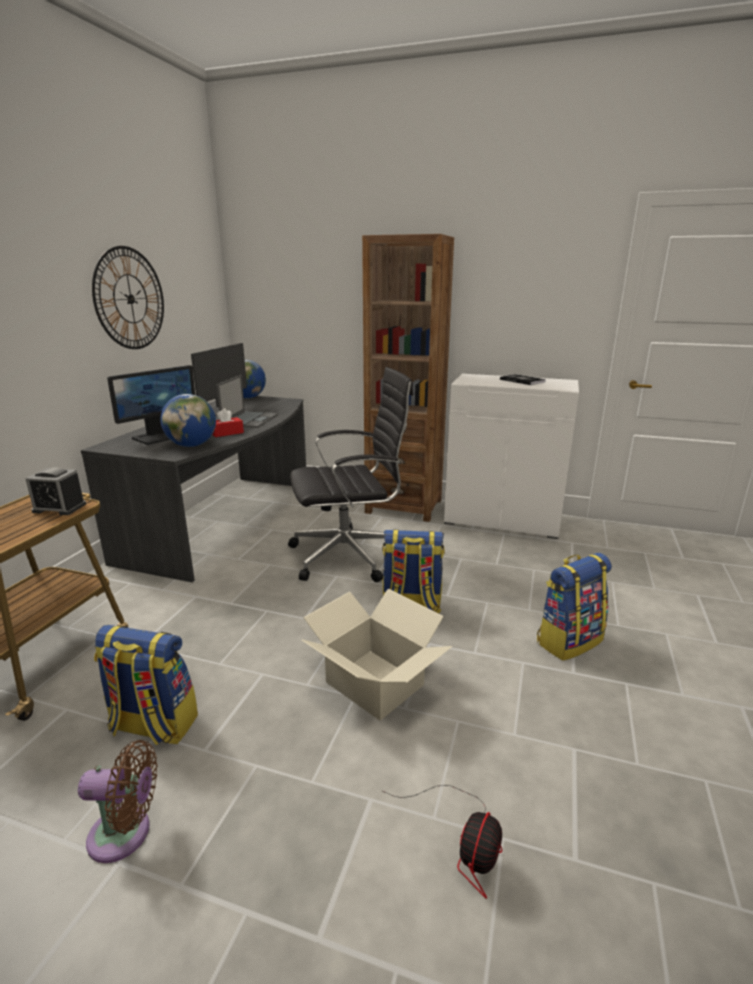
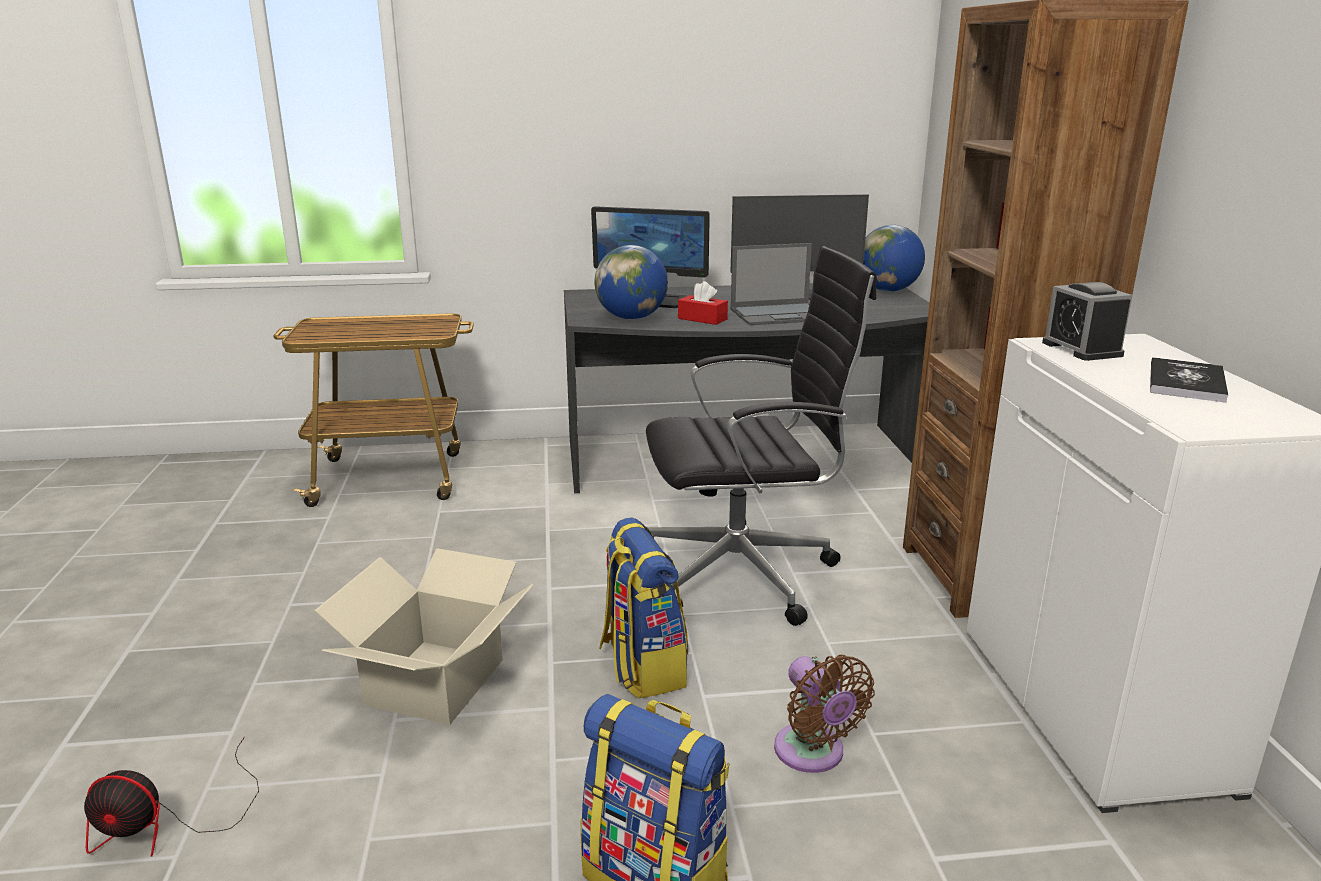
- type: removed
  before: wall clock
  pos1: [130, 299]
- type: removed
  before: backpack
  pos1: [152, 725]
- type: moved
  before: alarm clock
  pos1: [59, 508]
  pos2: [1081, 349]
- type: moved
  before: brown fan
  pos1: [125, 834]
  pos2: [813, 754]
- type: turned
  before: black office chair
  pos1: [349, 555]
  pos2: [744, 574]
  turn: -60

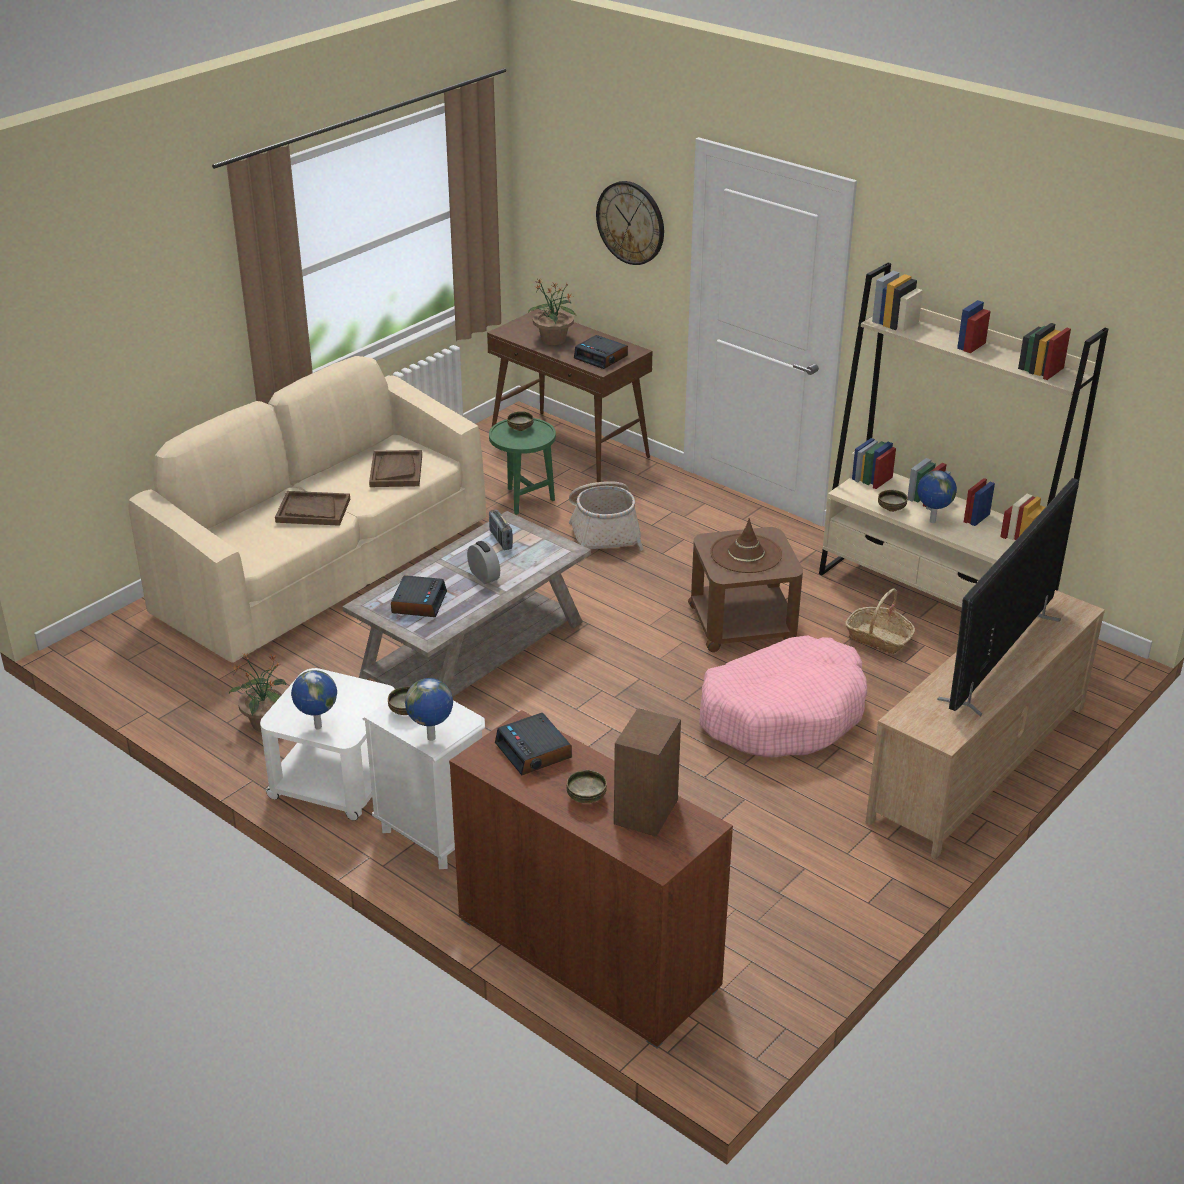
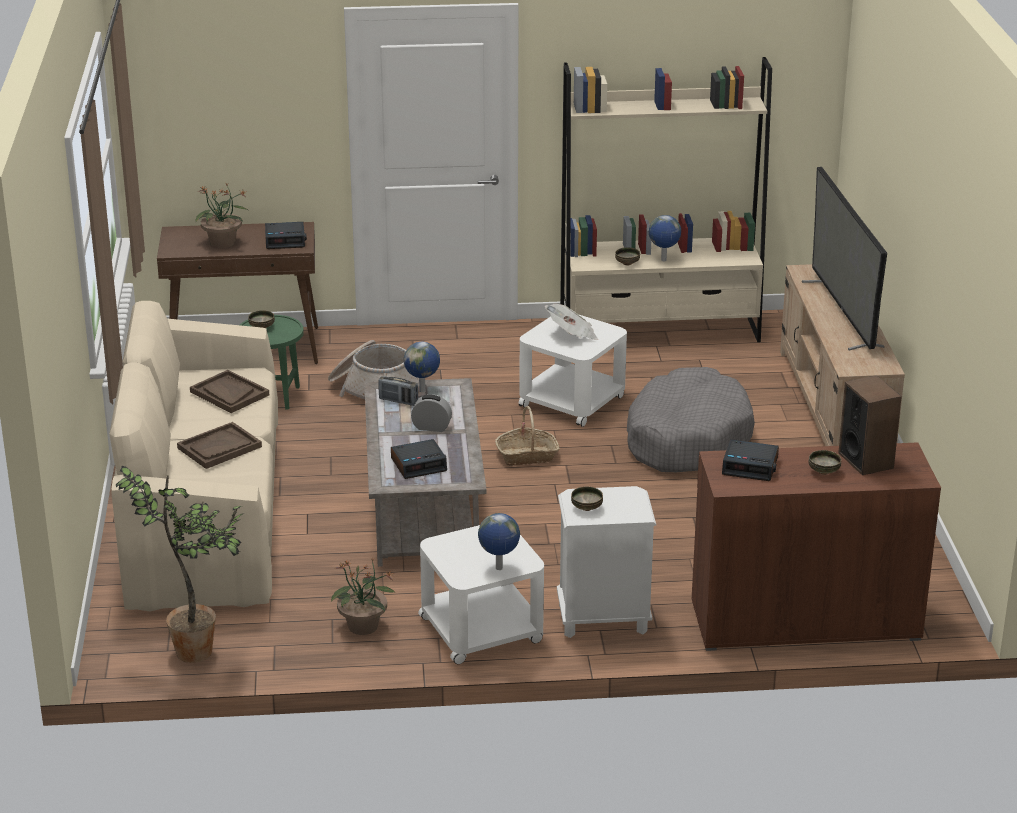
- type: removed
  before: wall clock
  pos1: [631, 222]
- type: added
  after: potted plant
  pos2: [200, 652]
- type: moved
  before: globe
  pos1: [432, 739]
  pos2: [423, 390]
- type: moved
  before: basket
  pos1: [878, 638]
  pos2: [527, 456]
- type: replaced
  before: brown hat
  after: newspaper
  pos1: [746, 554]
  pos2: [572, 335]
- type: recoloured
  before: brown side table
  after: white side table
  pos1: [743, 624]
  pos2: [572, 401]
- type: recoloured
  before: pink dog bed
  after: grey dog bed
  pos1: [783, 714]
  pos2: [687, 439]
- type: turned
  before: alarm clock
  pos1: [418, 602]
  pos2: [419, 464]
  turn: 105

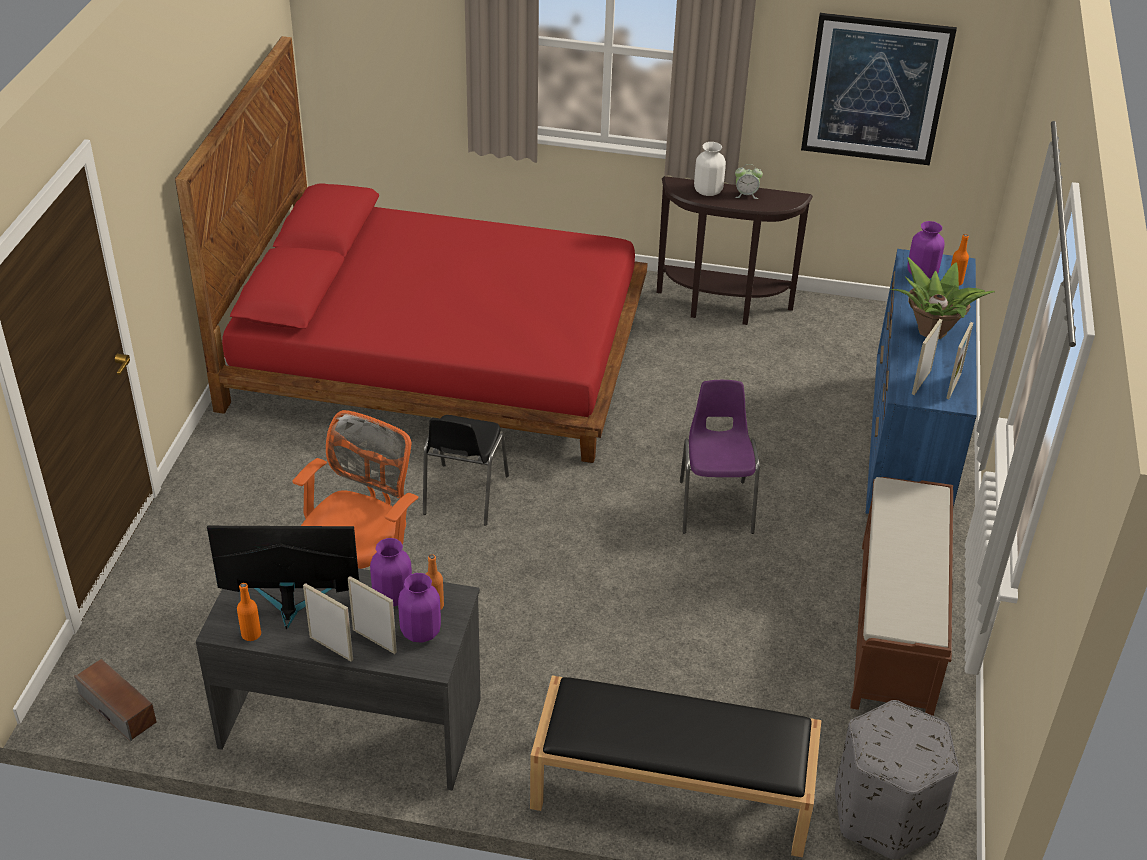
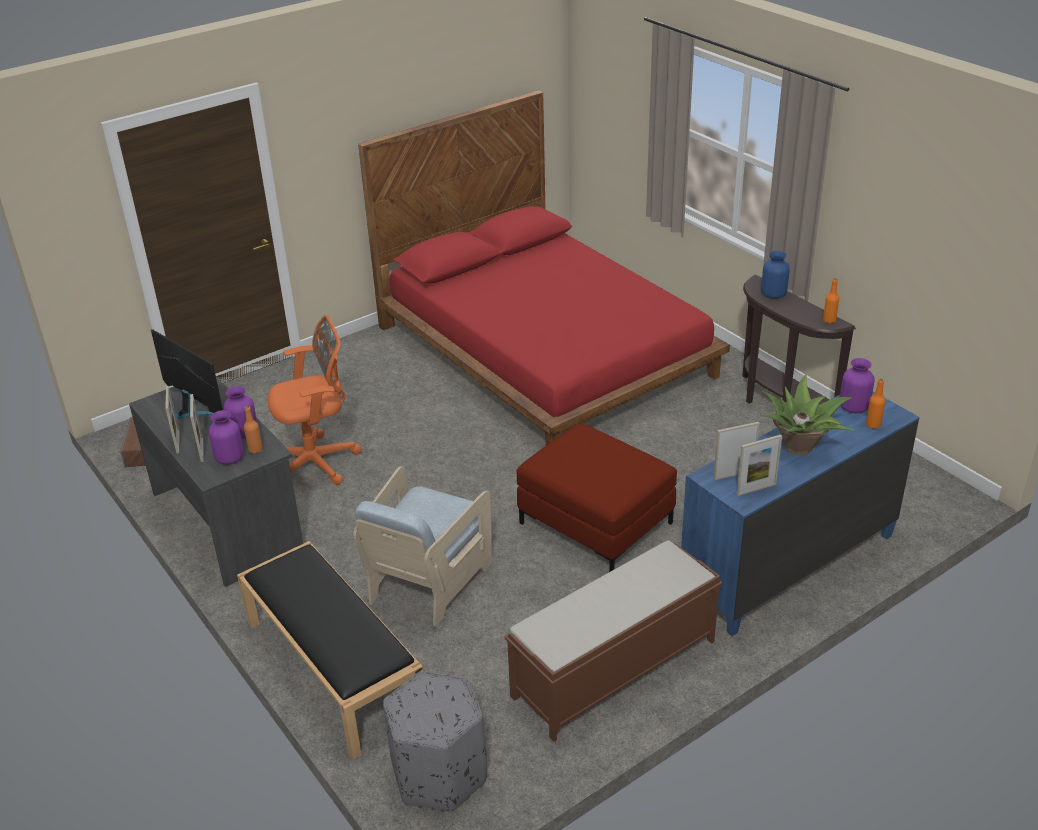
- type: removed
  before: black chair
  pos1: [464, 496]
- type: removed
  before: alarm clock
  pos1: [746, 194]
- type: removed
  before: picture
  pos1: [876, 89]
- type: added
  after: beige armchair
  pos2: [428, 581]
- type: moved
  before: orange bottle
  pos1: [251, 634]
  pos2: [829, 320]
- type: replaced
  before: purple chair
  after: red ottoman
  pos1: [715, 505]
  pos2: [597, 523]
- type: recoloured
  before: white vase
  after: blue vase
  pos1: [708, 191]
  pos2: [773, 294]

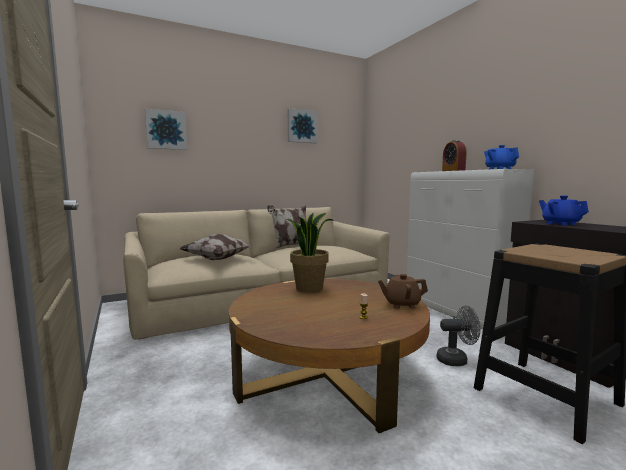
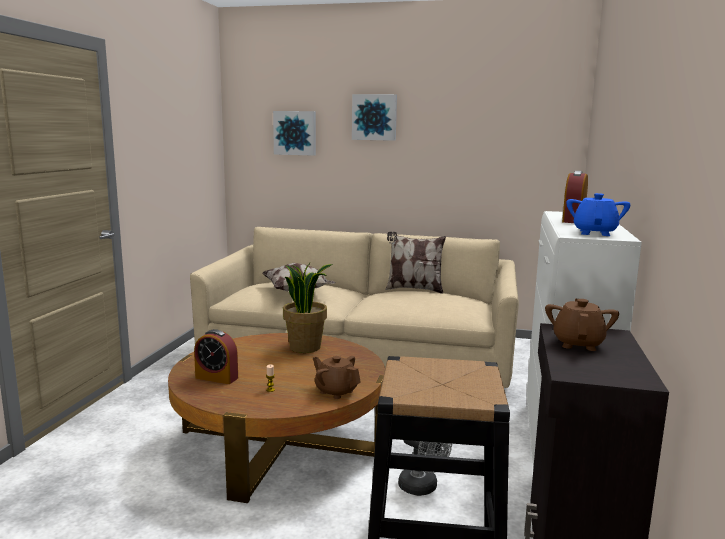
- type: added
  after: alarm clock
  pos2: [216, 378]
- type: moved
  before: picture
  pos1: [301, 126]
  pos2: [374, 117]
- type: recoloured
  before: blue teapot
  after: brown teapot
  pos1: [560, 224]
  pos2: [578, 344]

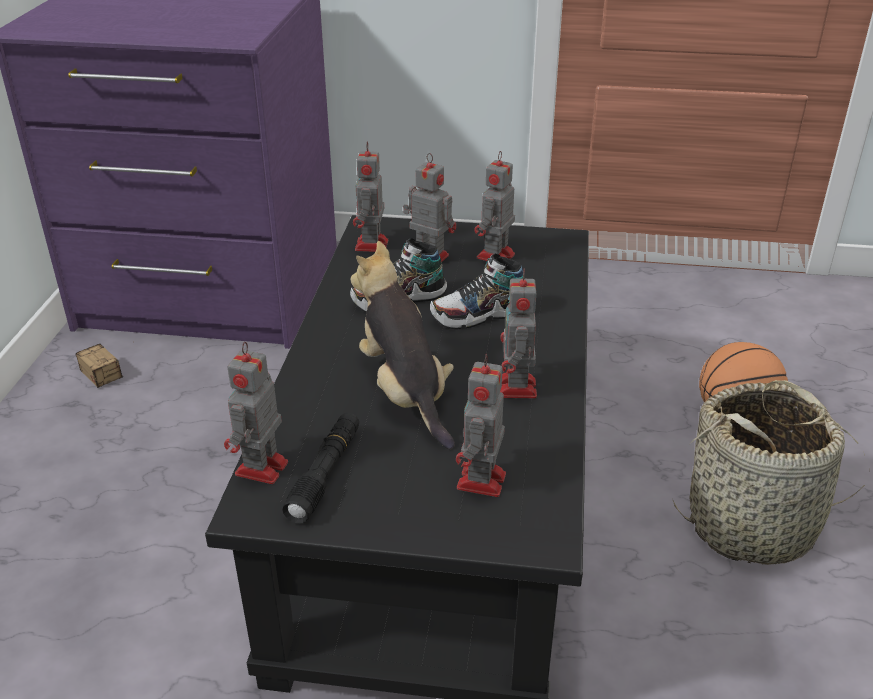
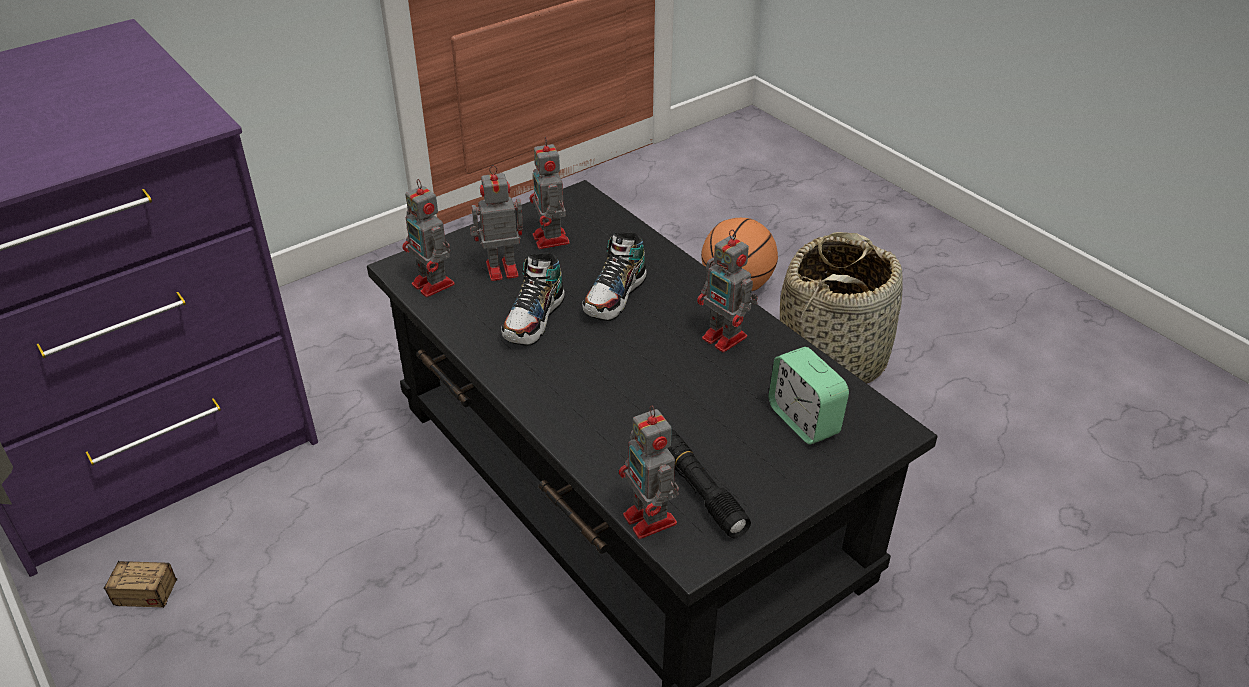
- type: removed
  before: plush toy
  pos1: [405, 393]
- type: replaced
  before: toy robot
  after: alarm clock
  pos1: [480, 483]
  pos2: [803, 420]

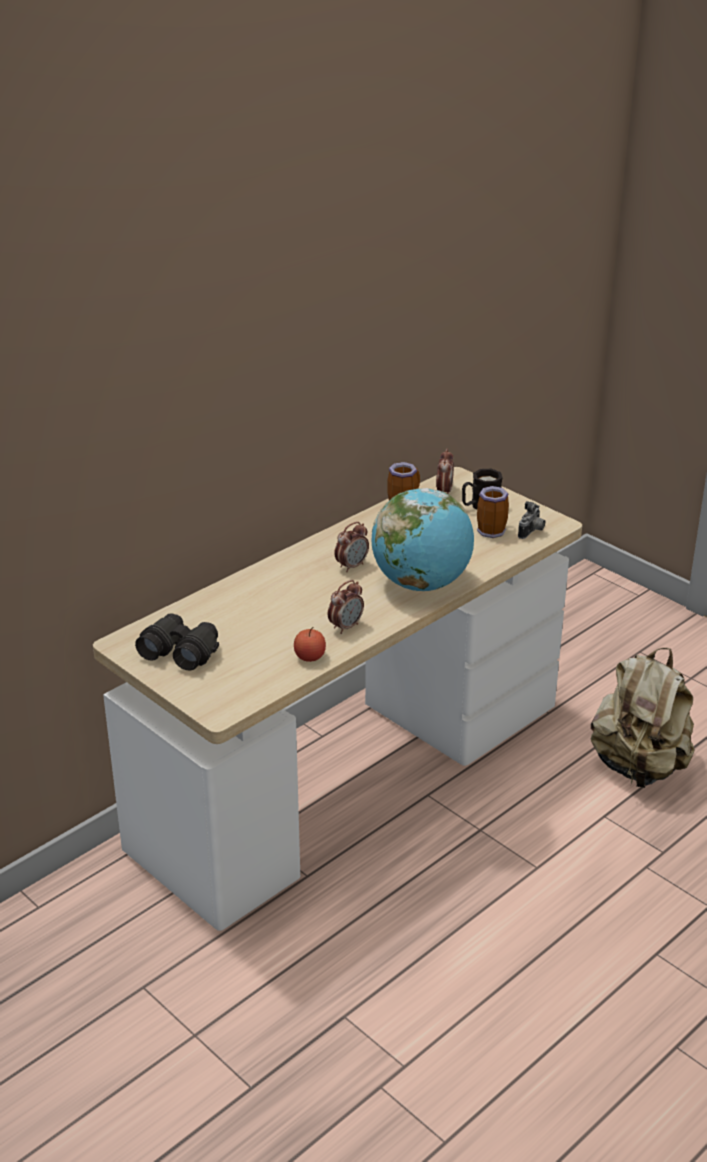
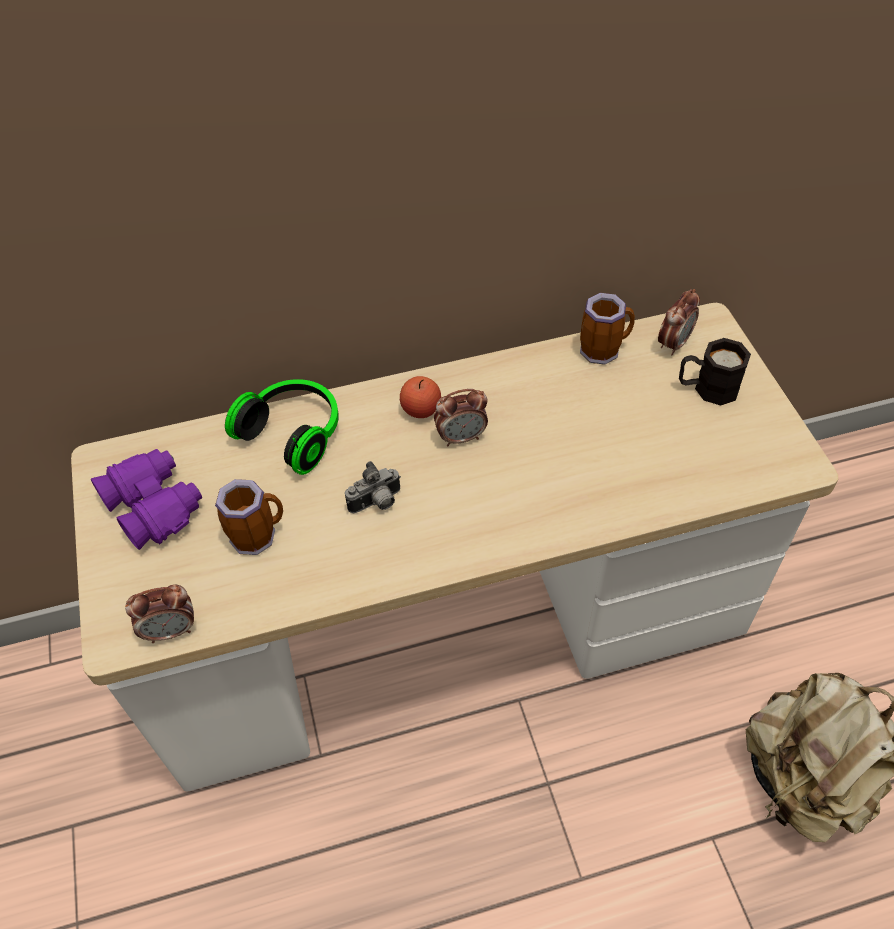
- type: removed
  before: globe
  pos1: [421, 584]
- type: added
  after: headphones
  pos2: [294, 433]
- type: moved
  before: apple
  pos1: [310, 657]
  pos2: [421, 409]
- type: moved
  before: alarm clock
  pos1: [346, 627]
  pos2: [171, 630]
- type: moved
  before: mug
  pos1: [492, 530]
  pos2: [257, 534]
- type: moved
  before: photo camera
  pos1: [532, 532]
  pos2: [377, 503]
- type: recoloured
  before: black binoculars
  after: purple binoculars
  pos1: [180, 651]
  pos2: [154, 505]

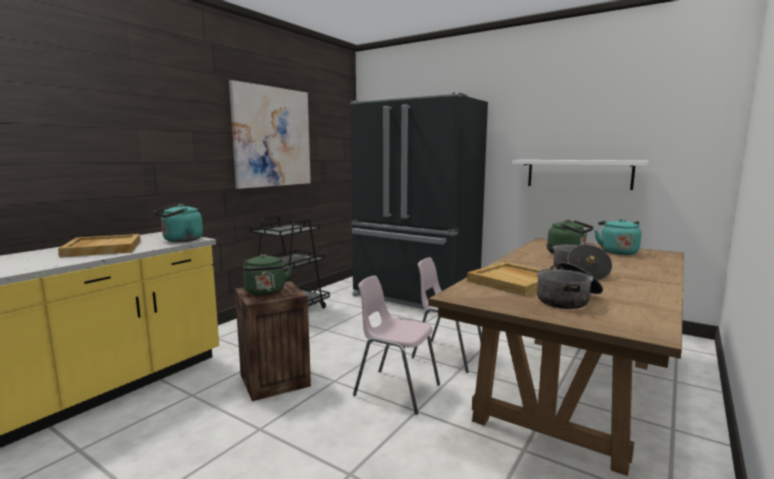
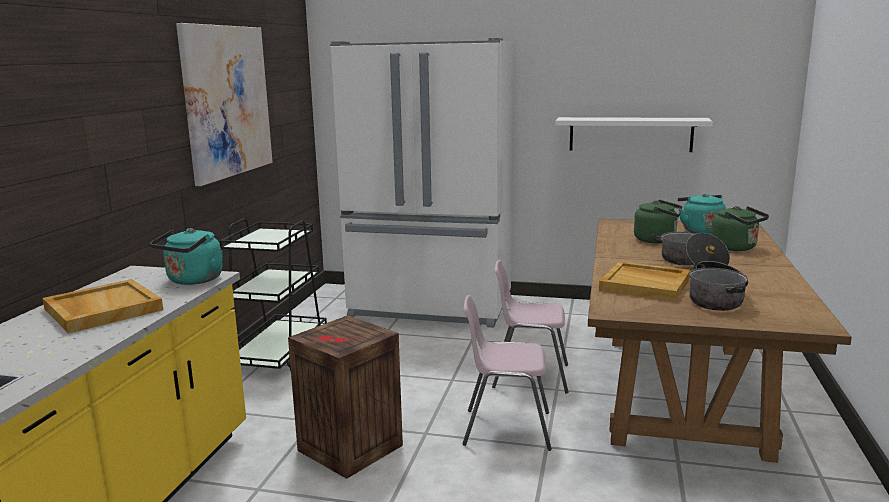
- type: moved
  before: green kettle
  pos1: [265, 292]
  pos2: [736, 248]
- type: recoloured
  before: black fridge
  after: white fridge
  pos1: [414, 297]
  pos2: [431, 307]

